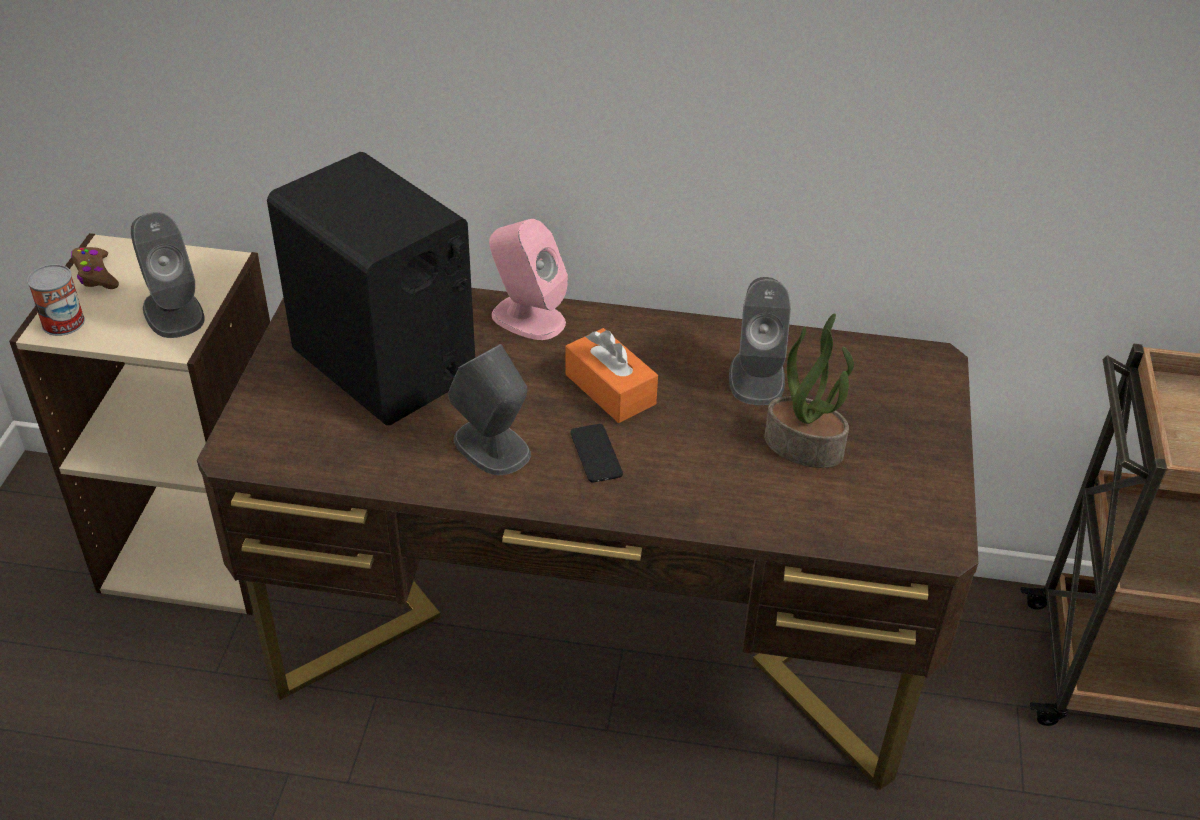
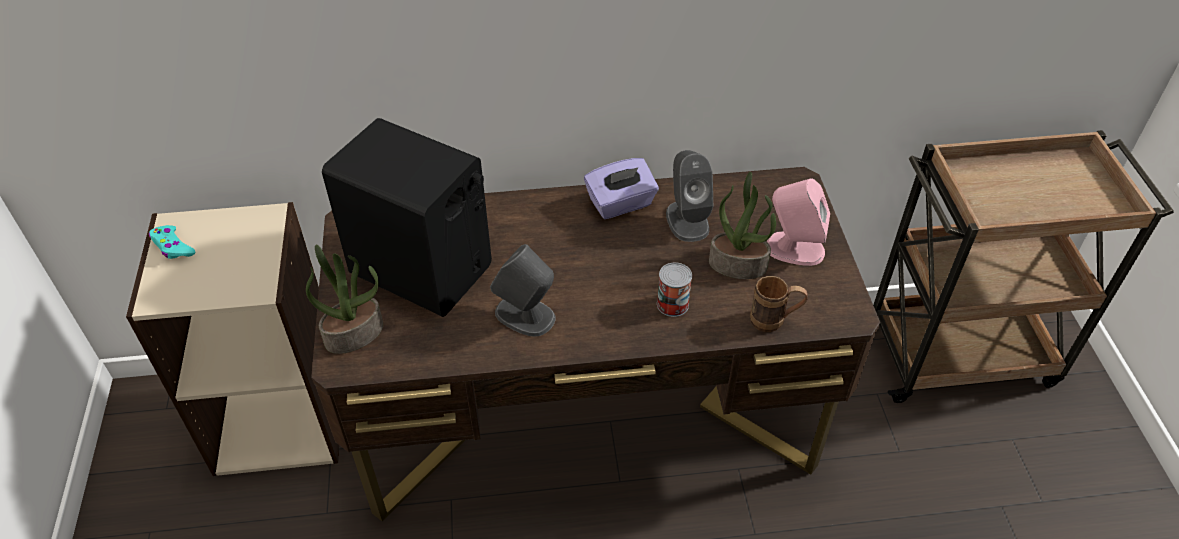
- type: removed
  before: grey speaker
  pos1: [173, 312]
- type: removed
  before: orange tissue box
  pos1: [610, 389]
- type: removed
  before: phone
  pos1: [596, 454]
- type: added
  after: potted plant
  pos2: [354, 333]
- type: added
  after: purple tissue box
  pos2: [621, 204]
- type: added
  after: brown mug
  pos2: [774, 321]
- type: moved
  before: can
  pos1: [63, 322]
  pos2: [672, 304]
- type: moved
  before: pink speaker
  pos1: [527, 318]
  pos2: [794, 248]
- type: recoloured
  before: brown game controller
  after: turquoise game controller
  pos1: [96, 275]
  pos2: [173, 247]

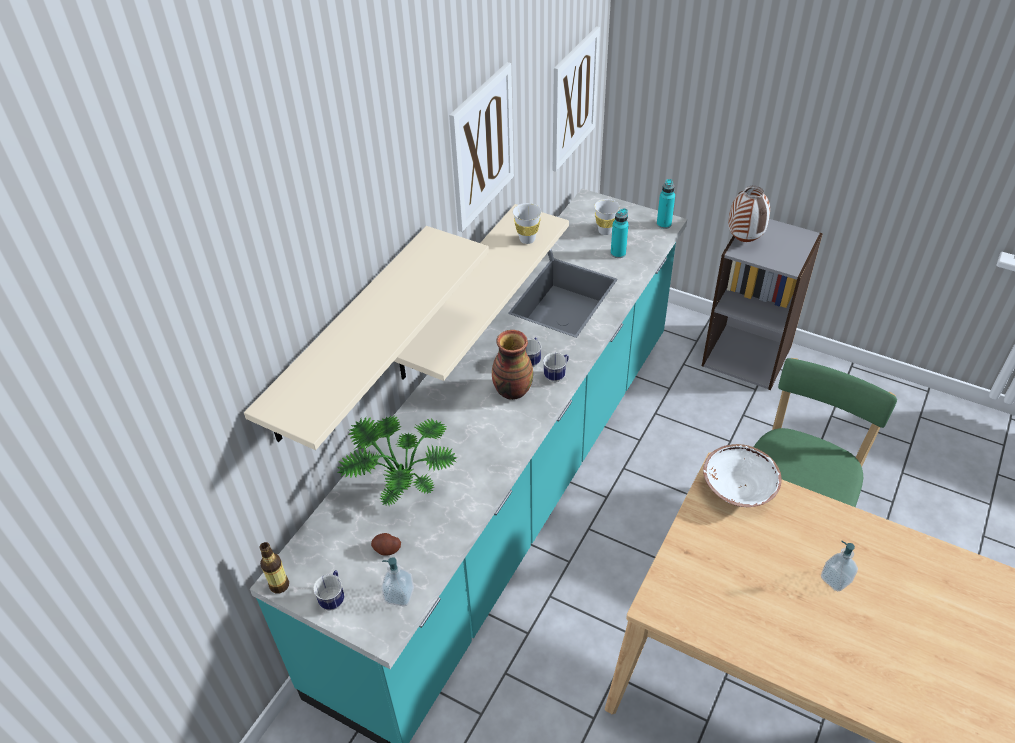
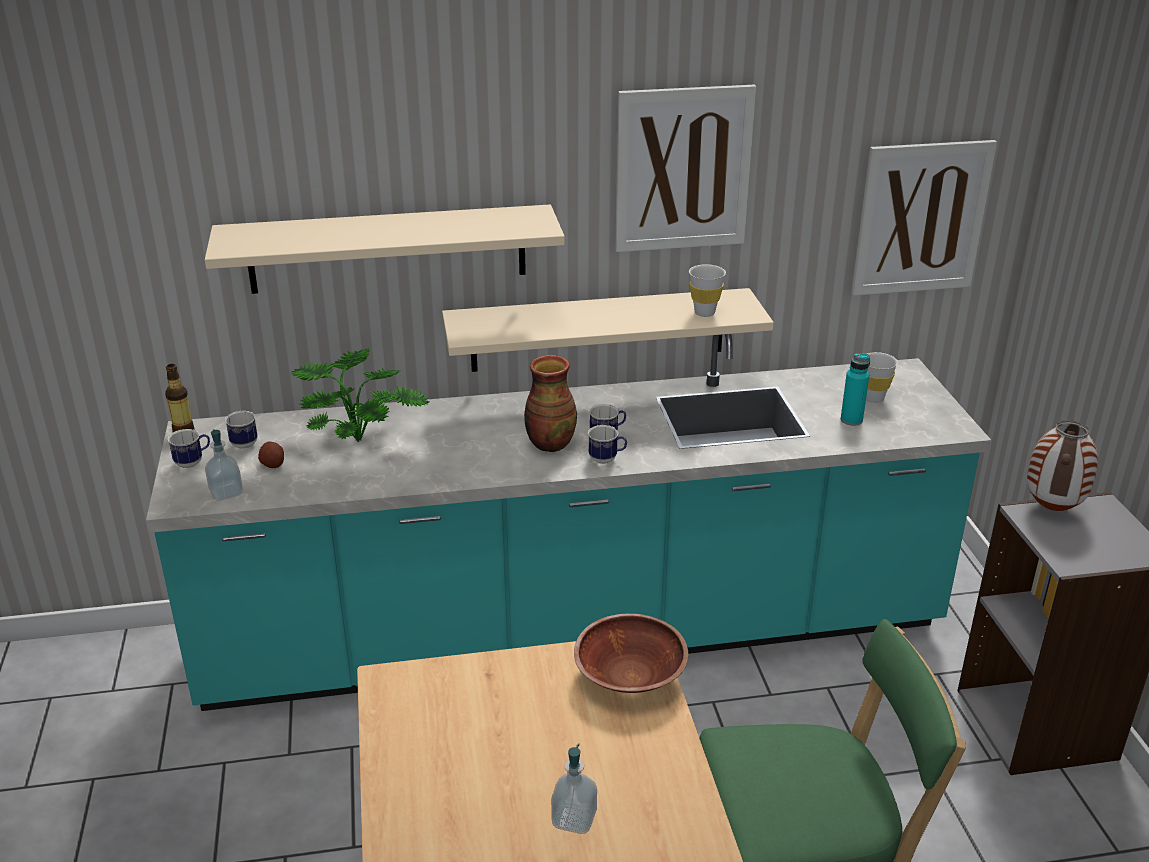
- type: removed
  before: turquoise bottle
  pos1: [664, 224]
- type: added
  after: mug
  pos2: [243, 442]
- type: recoloured
  before: white bowl
  after: brown bowl
  pos1: [738, 488]
  pos2: [630, 676]

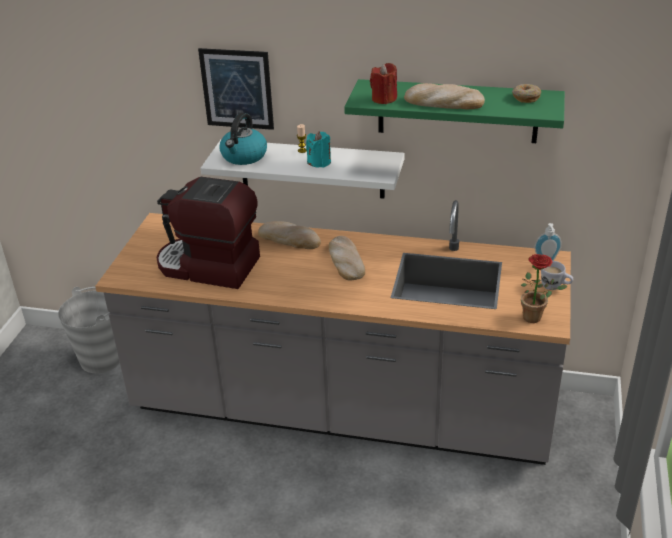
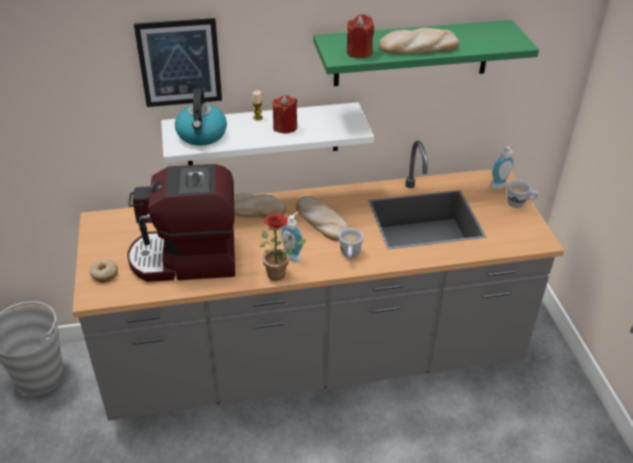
- type: added
  after: soap dispenser
  pos2: [293, 256]
- type: added
  after: white mug
  pos2: [350, 256]
- type: moved
  before: donut
  pos1: [525, 97]
  pos2: [104, 274]
- type: moved
  before: potted plant
  pos1: [536, 318]
  pos2: [280, 274]
- type: recoloured
  before: turquoise candle
  after: red candle
  pos1: [319, 162]
  pos2: [285, 127]

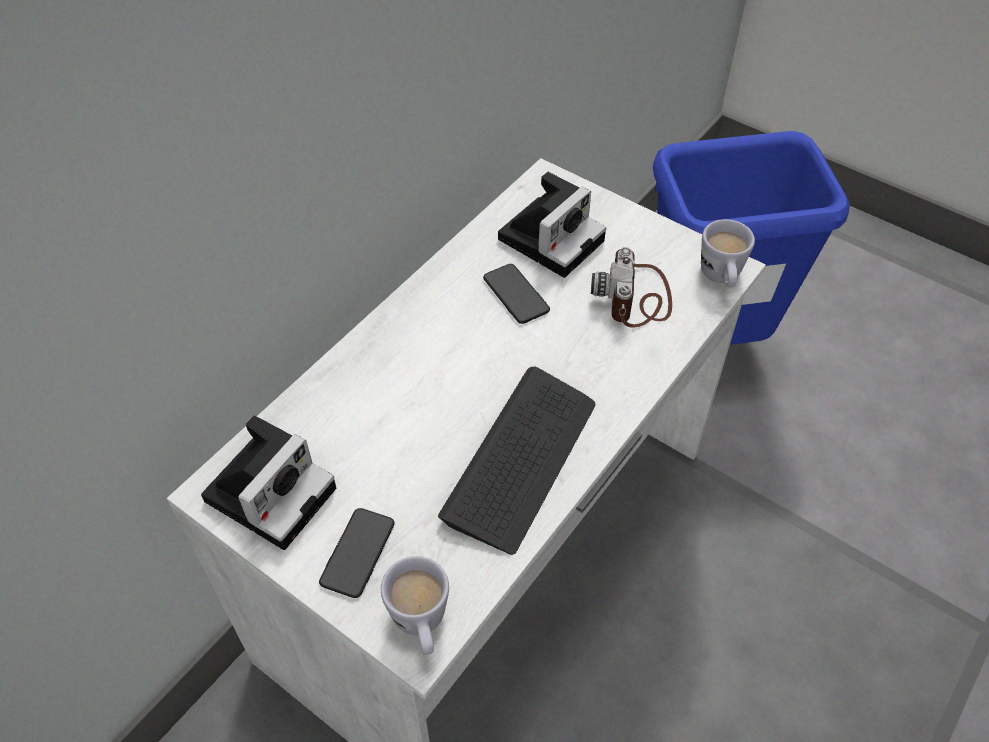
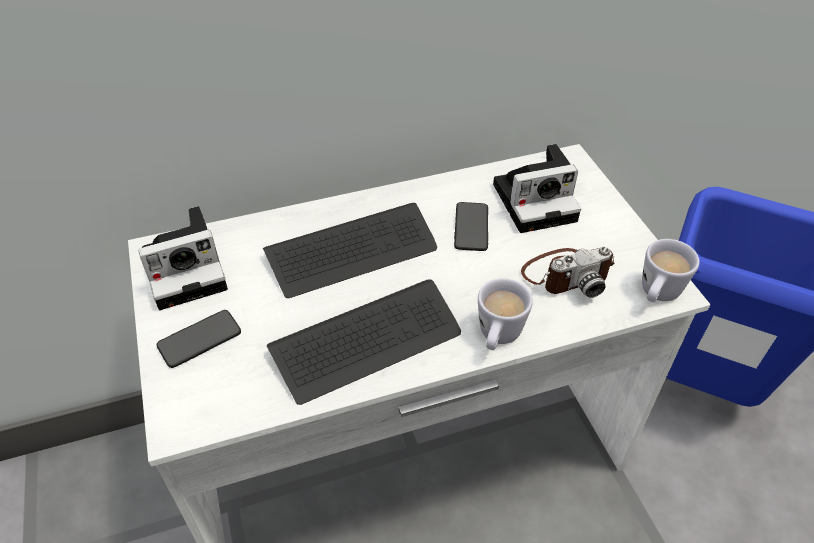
- type: added
  after: keyboard
  pos2: [352, 252]
- type: moved
  before: white mug
  pos1: [421, 625]
  pos2: [497, 338]
- type: turned
  before: photo camera
  pos1: [636, 298]
  pos2: [566, 274]
  turn: -150

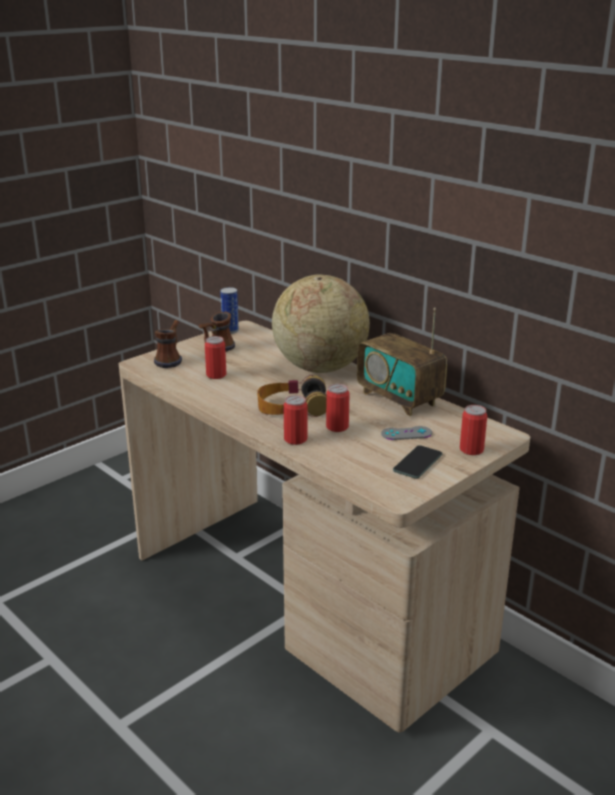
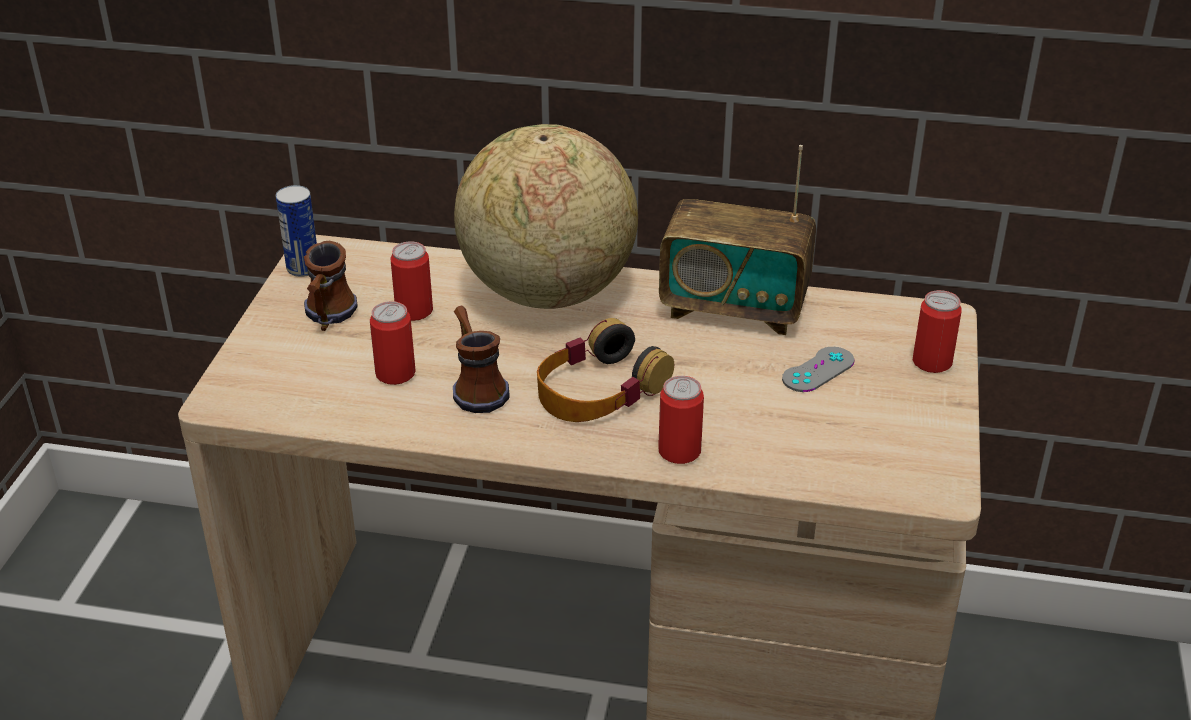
- type: removed
  before: phone
  pos1: [417, 463]
- type: moved
  before: mug
  pos1: [171, 359]
  pos2: [476, 387]
- type: moved
  before: can
  pos1: [337, 427]
  pos2: [414, 311]

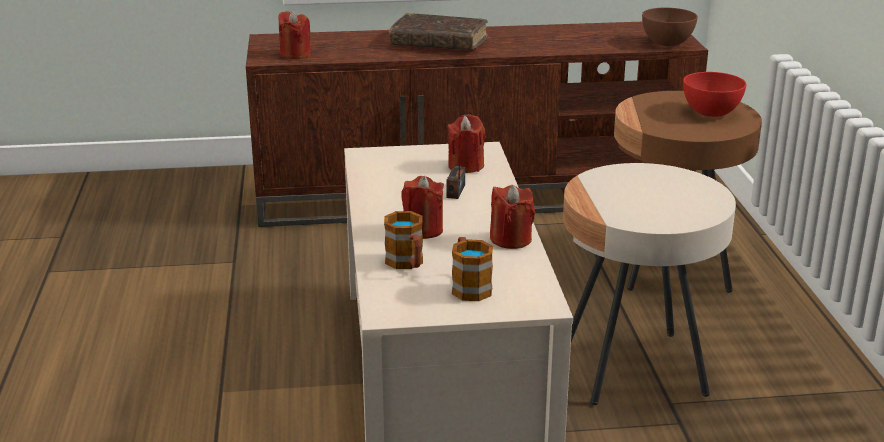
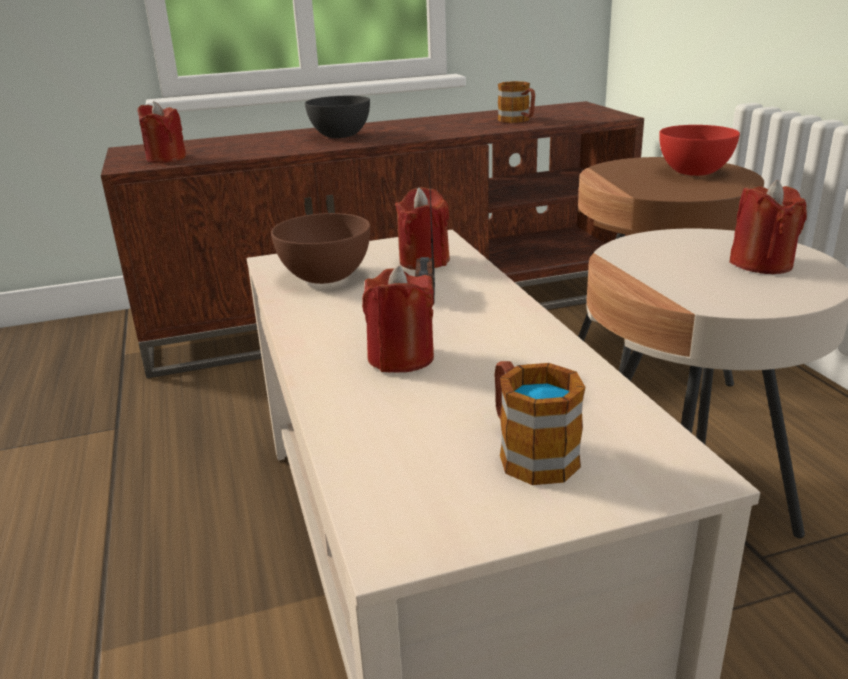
- type: moved
  before: mug
  pos1: [407, 263]
  pos2: [518, 120]
- type: moved
  before: red candle
  pos1: [511, 239]
  pos2: [761, 264]
- type: moved
  before: brown bowl
  pos1: [666, 43]
  pos2: [325, 277]
- type: replaced
  before: brown book
  after: grey bowl
  pos1: [438, 43]
  pos2: [340, 136]

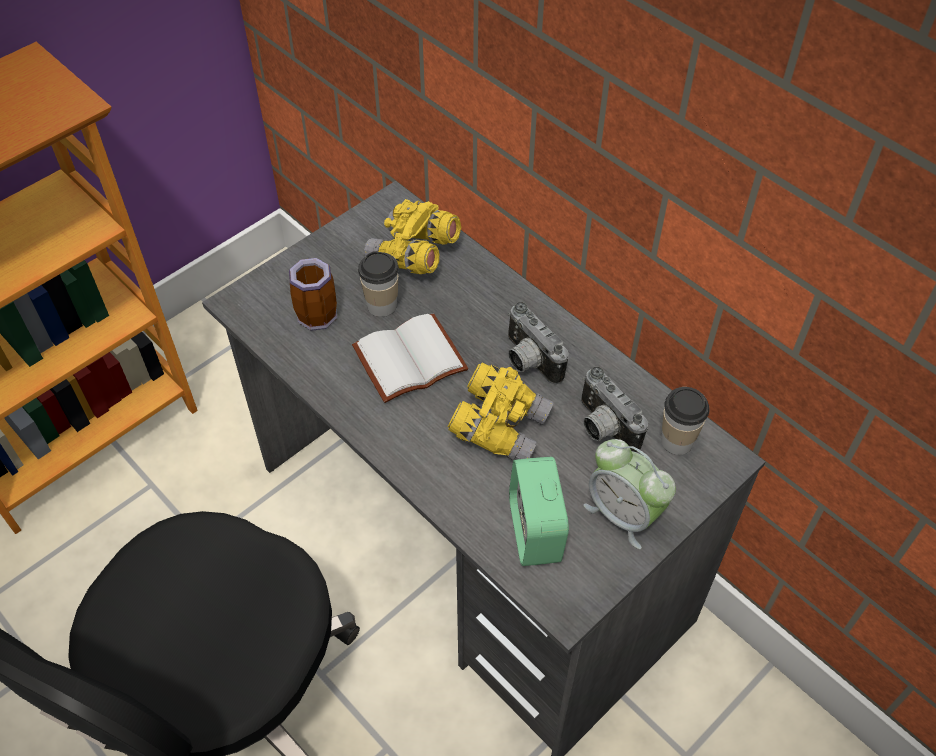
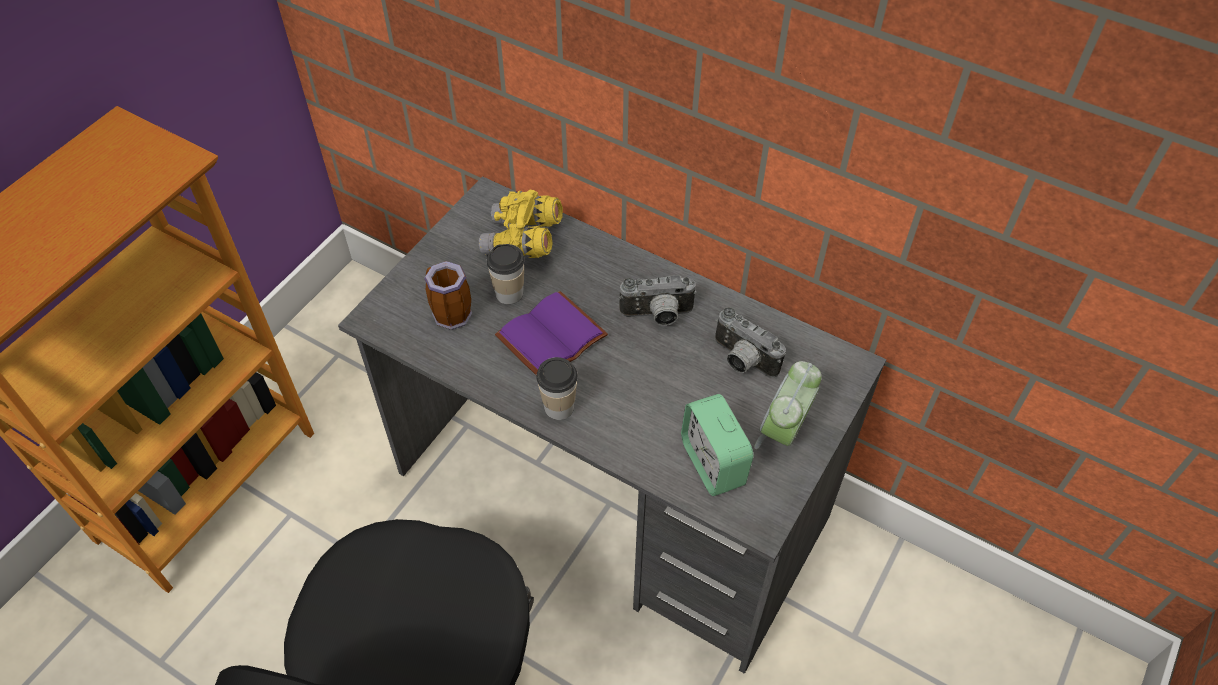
- type: removed
  before: yellow binoculars
  pos1: [500, 426]
- type: moved
  before: cup
  pos1: [677, 441]
  pos2: [559, 407]
- type: recoloured
  before: white book
  after: purple book
  pos1: [409, 362]
  pos2: [552, 339]
- type: turned
  before: photo camera
  pos1: [528, 361]
  pos2: [657, 316]
  turn: -45
- type: turned
  before: alarm clock
  pos1: [623, 514]
  pos2: [783, 431]
  turn: 90

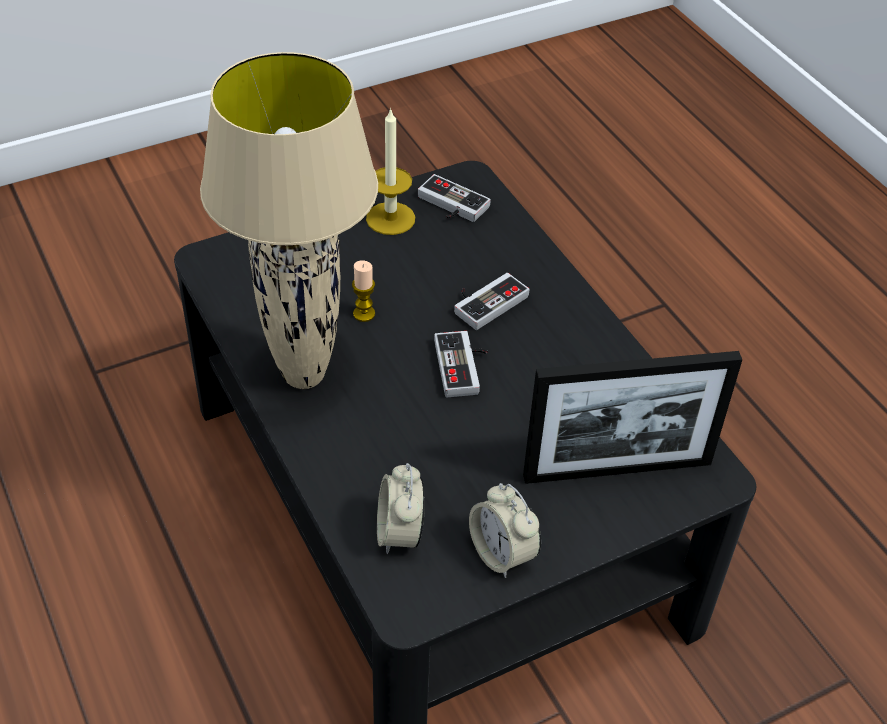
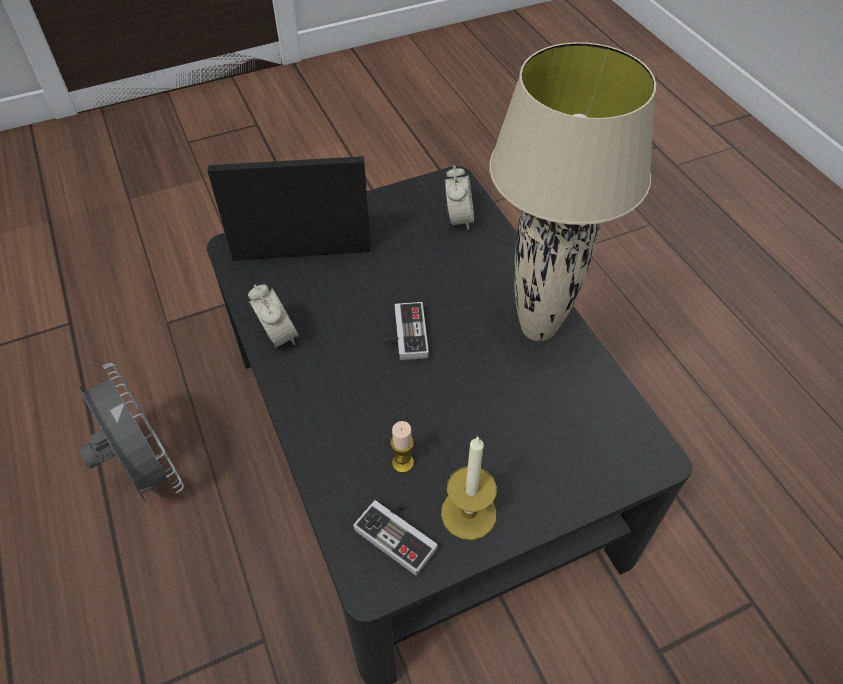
- type: removed
  before: game controller
  pos1: [486, 301]
- type: added
  after: grey fan
  pos2: [146, 471]
- type: moved
  before: candle
  pos1: [364, 314]
  pos2: [402, 463]
- type: moved
  before: alarm clock
  pos1: [502, 553]
  pos2: [278, 336]

